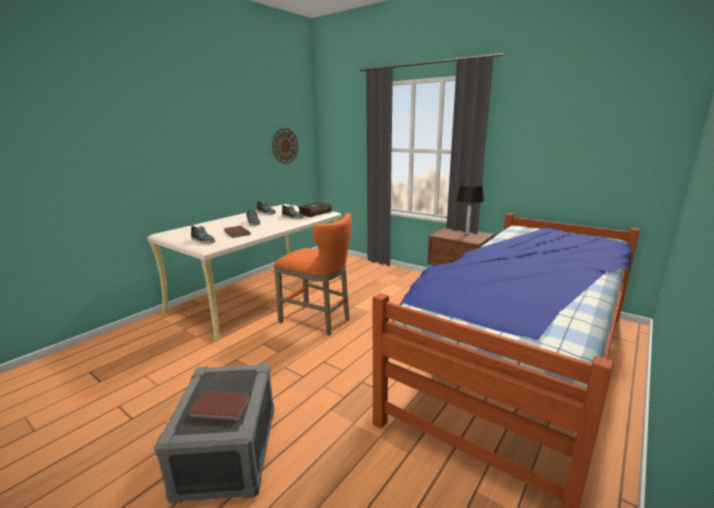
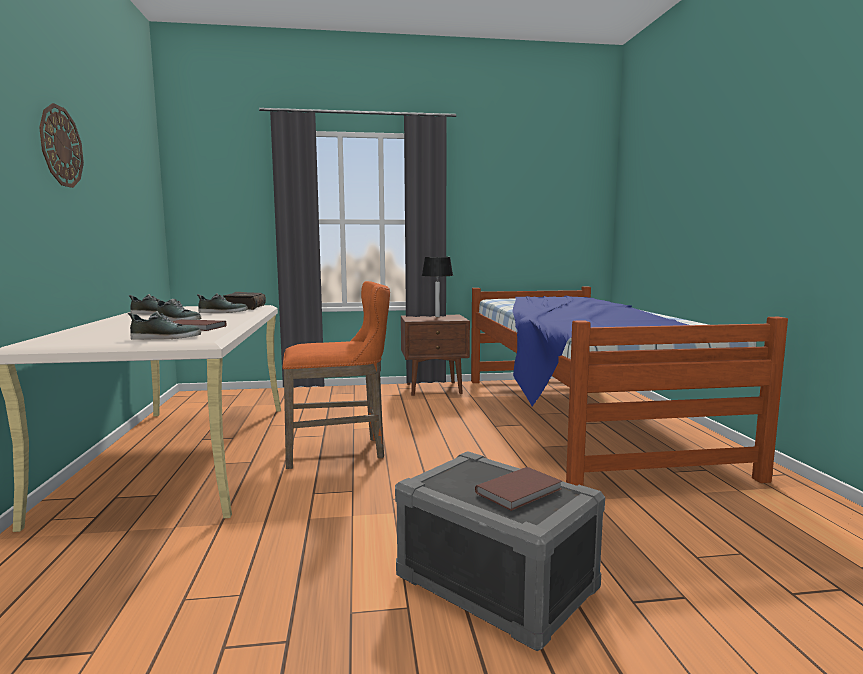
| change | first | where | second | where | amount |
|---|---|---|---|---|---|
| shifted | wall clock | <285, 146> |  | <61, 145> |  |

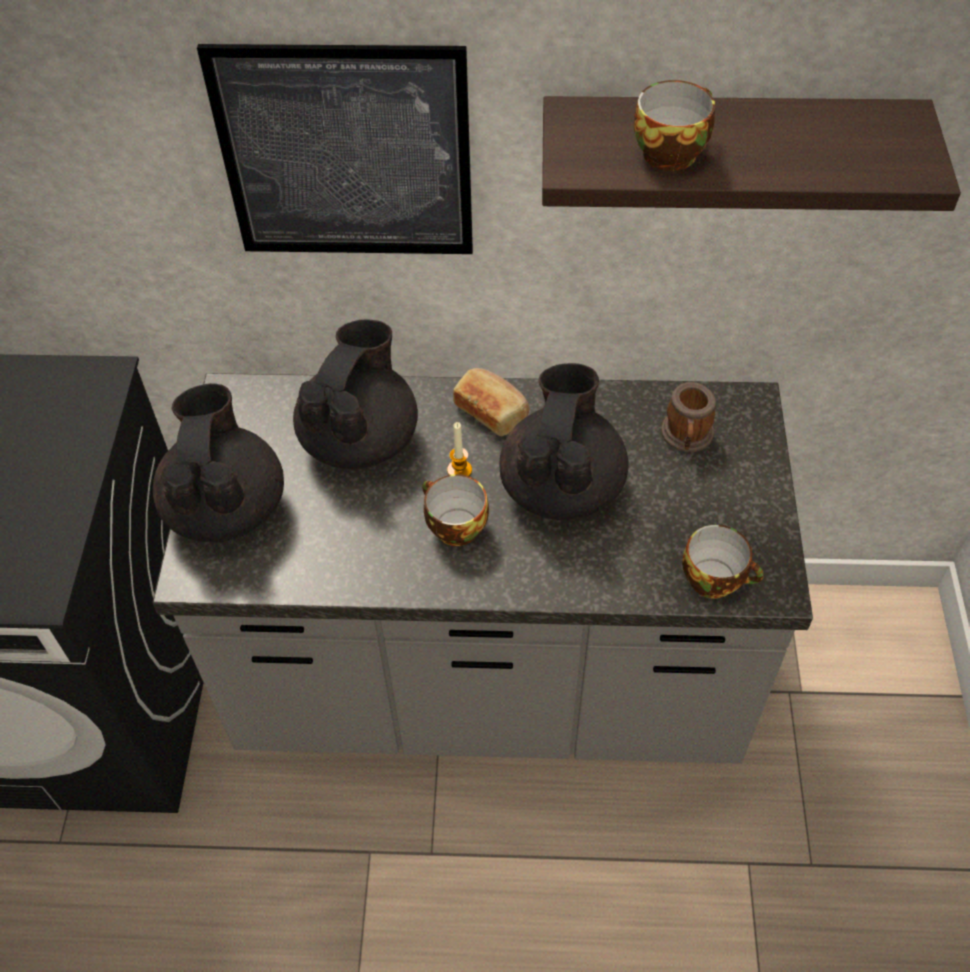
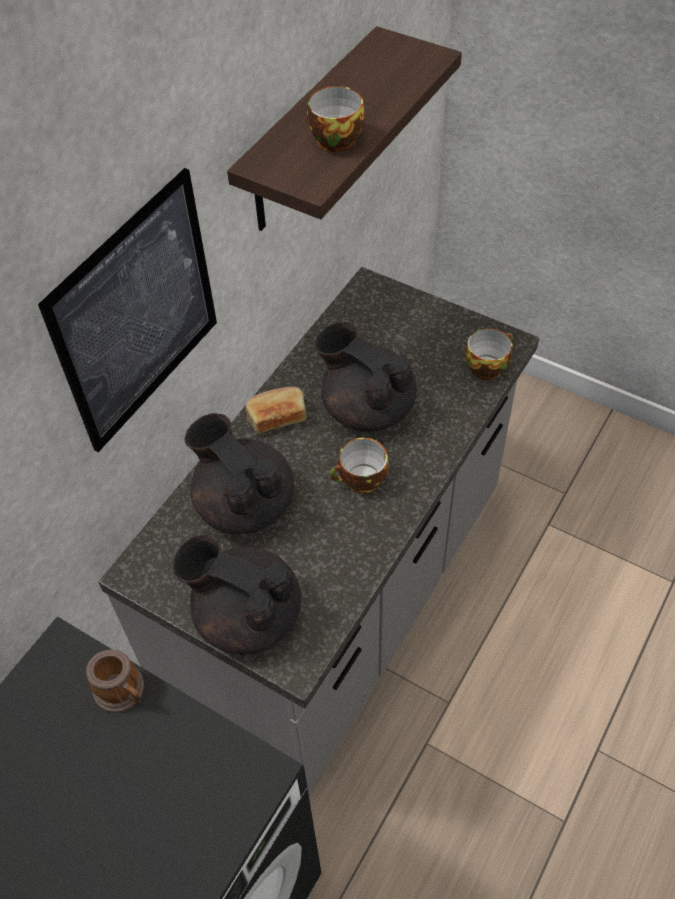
| change | first | where | second | where | amount |
|---|---|---|---|---|---|
| shifted | tea mug | <688, 417> |  | <115, 681> |  |
| gone | wax candle | <459, 449> |  |  |  |

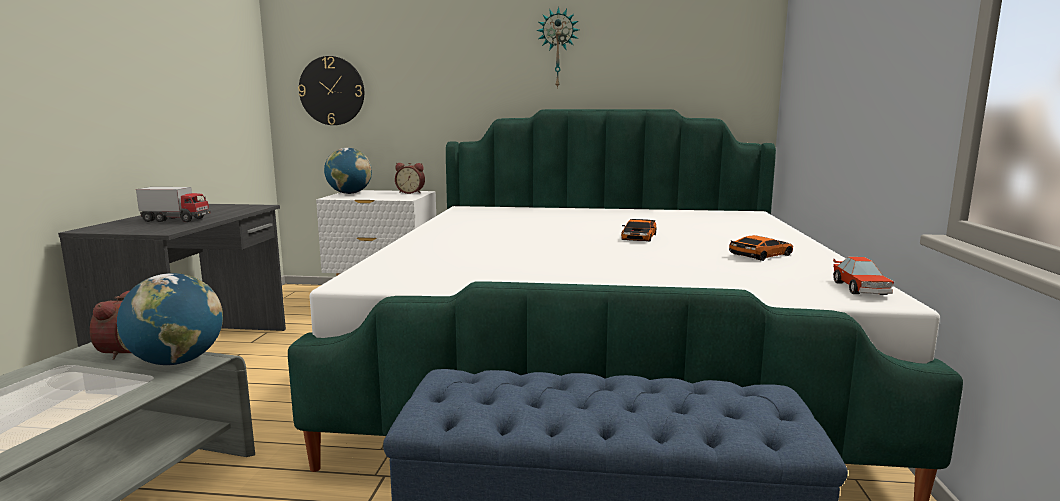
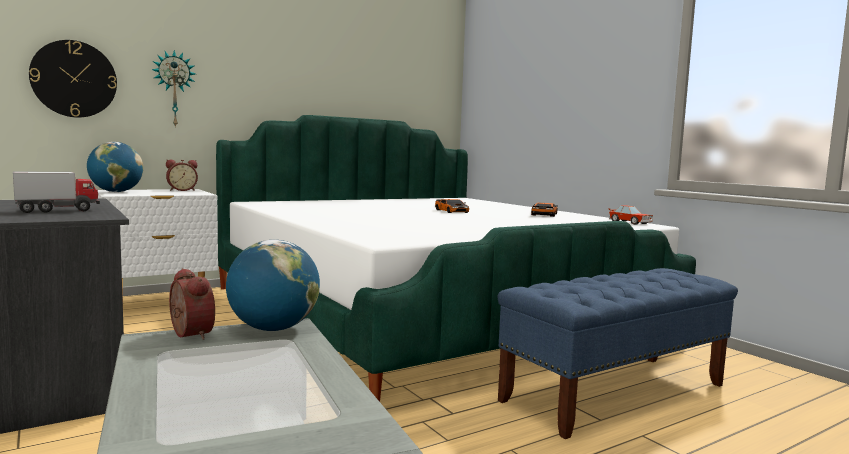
| change | first | where | second | where | amount |
|---|---|---|---|---|---|
| shifted | wall clock | <557, 48> |  | <173, 89> |  |

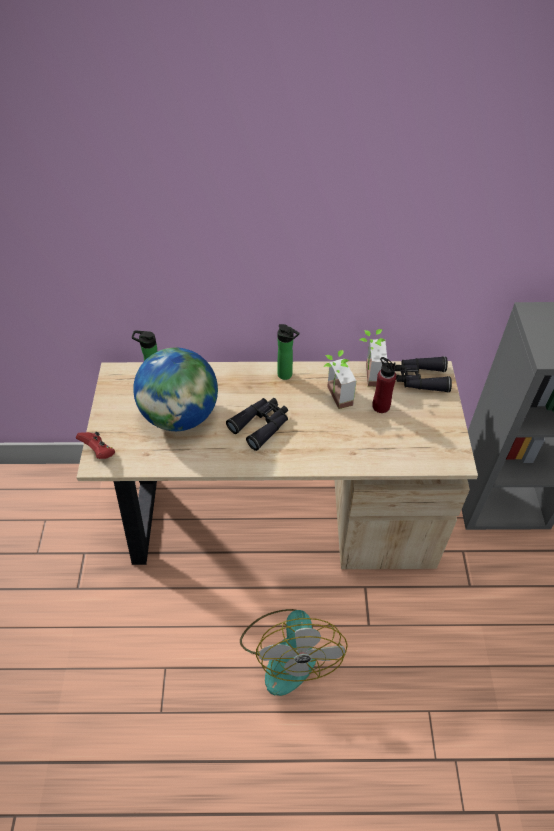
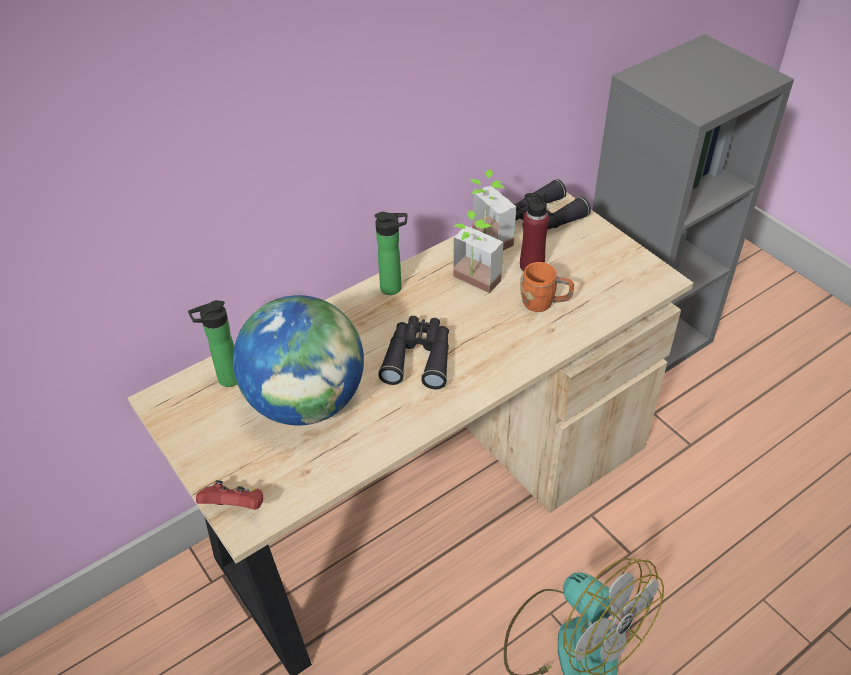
| change | first | where | second | where | amount |
|---|---|---|---|---|---|
| new |  |  | tea mug/orangey | <547, 287> |  |

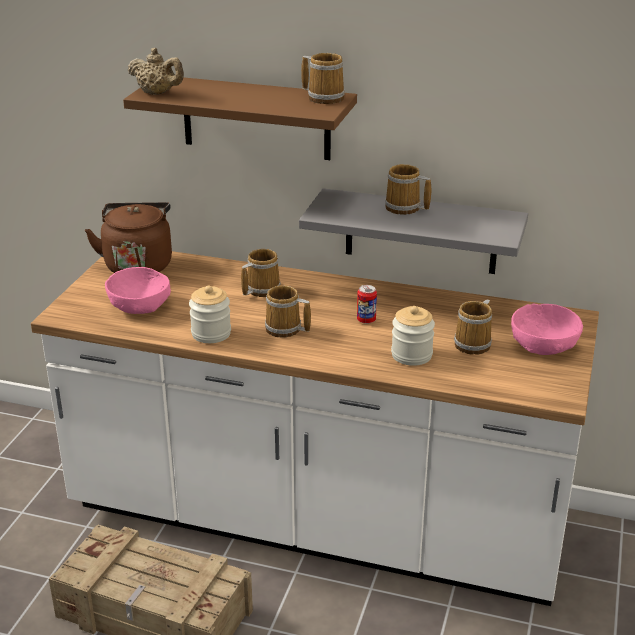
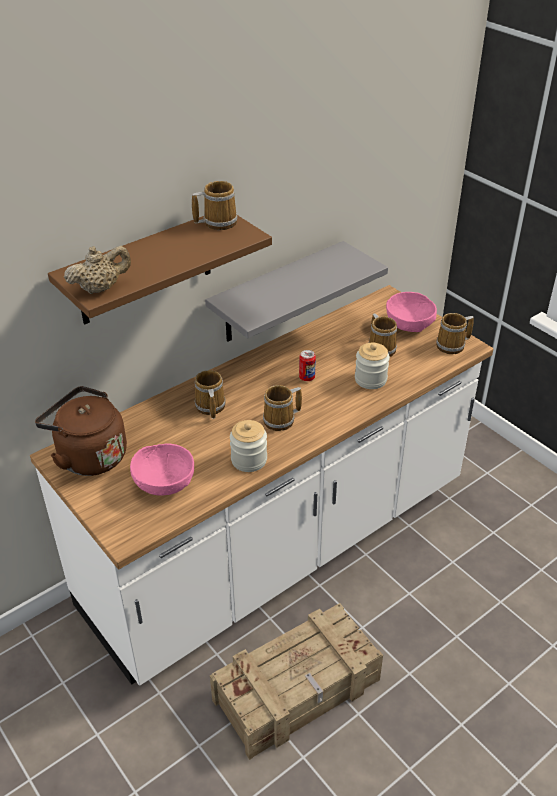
| change | first | where | second | where | amount |
|---|---|---|---|---|---|
| shifted | tea mug | <408, 189> |  | <454, 333> |  |

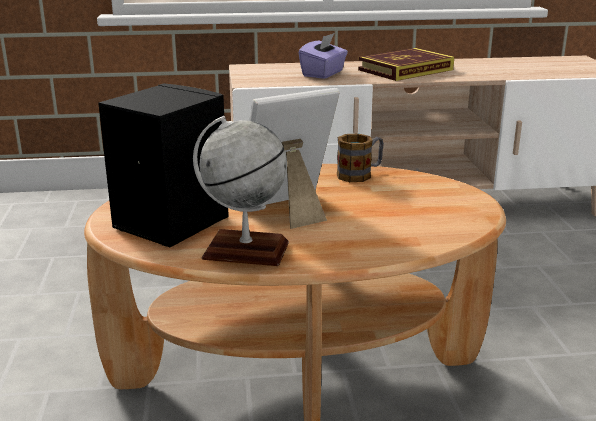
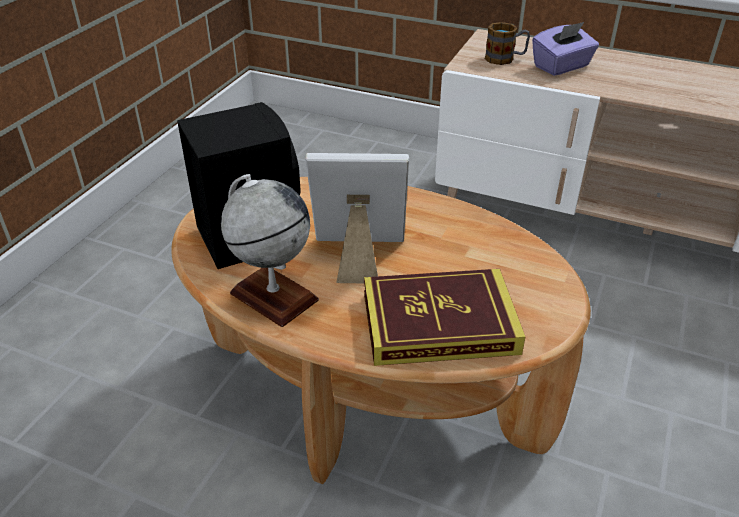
| change | first | where | second | where | amount |
|---|---|---|---|---|---|
| shifted | volume | <406, 64> |  | <445, 317> |  |
| shifted | tea mug | <360, 158> |  | <507, 43> |  |

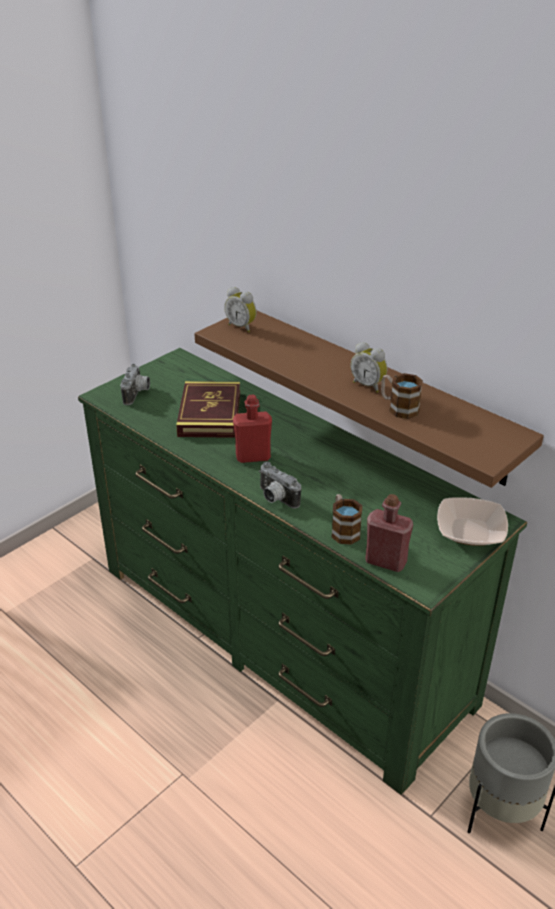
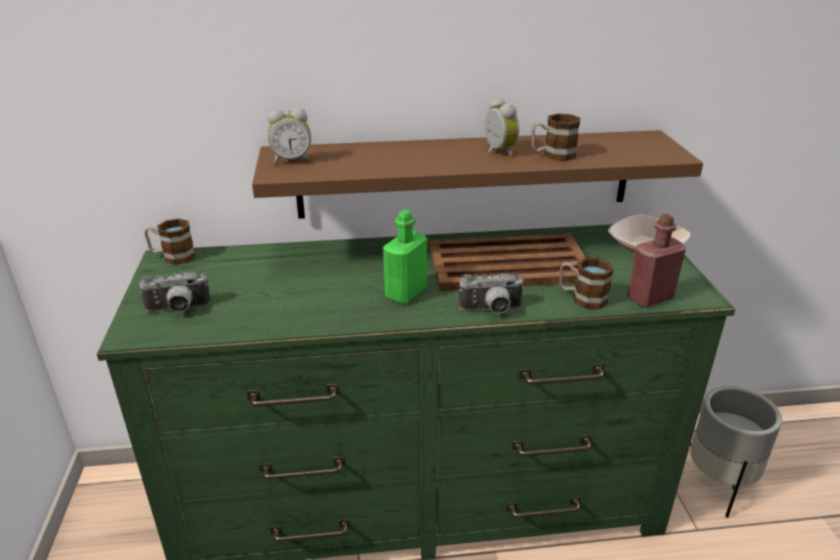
| change | first | where | second | where | amount |
|---|---|---|---|---|---|
| rotated | still camera | <135, 384> |  | <175, 292> | 120 degrees clockwise |
| new |  |  | tea mug | <170, 242> |  |
| repainted | bottle/red | <252, 429> | bottle/green-coloured | <405, 257> |  |
| new |  |  | serving tray/brown | <507, 262> |  |
| rotated | bedside clock | <369, 367> |  | <501, 127> | 105 degrees counterclockwise |
| gone | volume | <208, 409> |  |  |  |

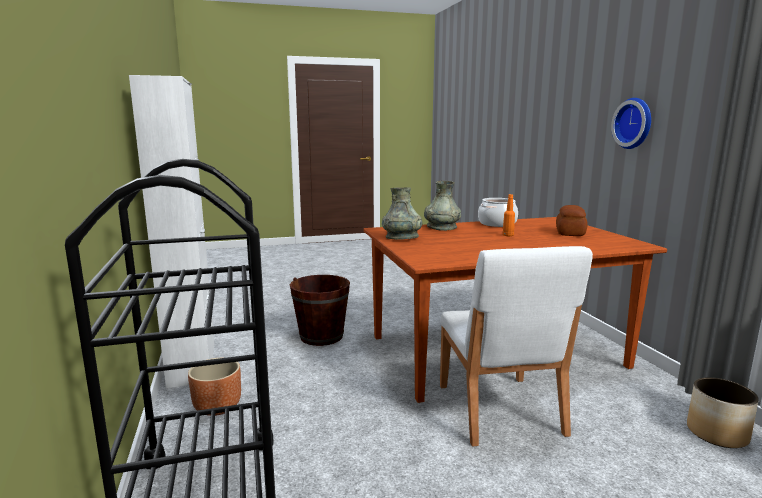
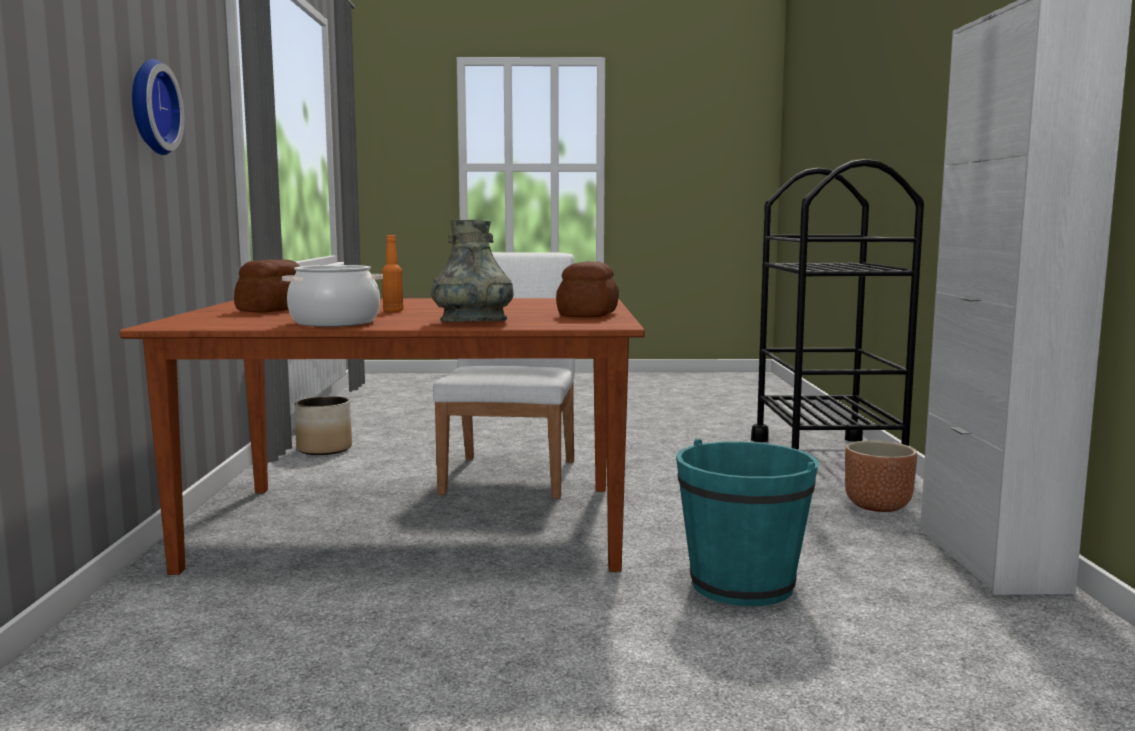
| change | first | where | second | where | amount |
|---|---|---|---|---|---|
| swapped | flower vase/grey | <402, 213> | baked bread | <587, 289> |  |
| repainted | pail/brown | <320, 310> | pail/turquoise | <747, 522> |  |

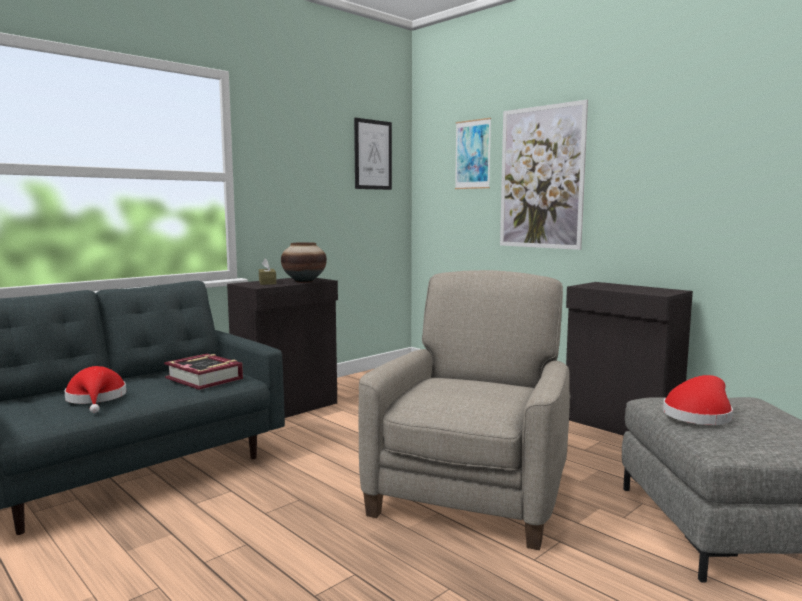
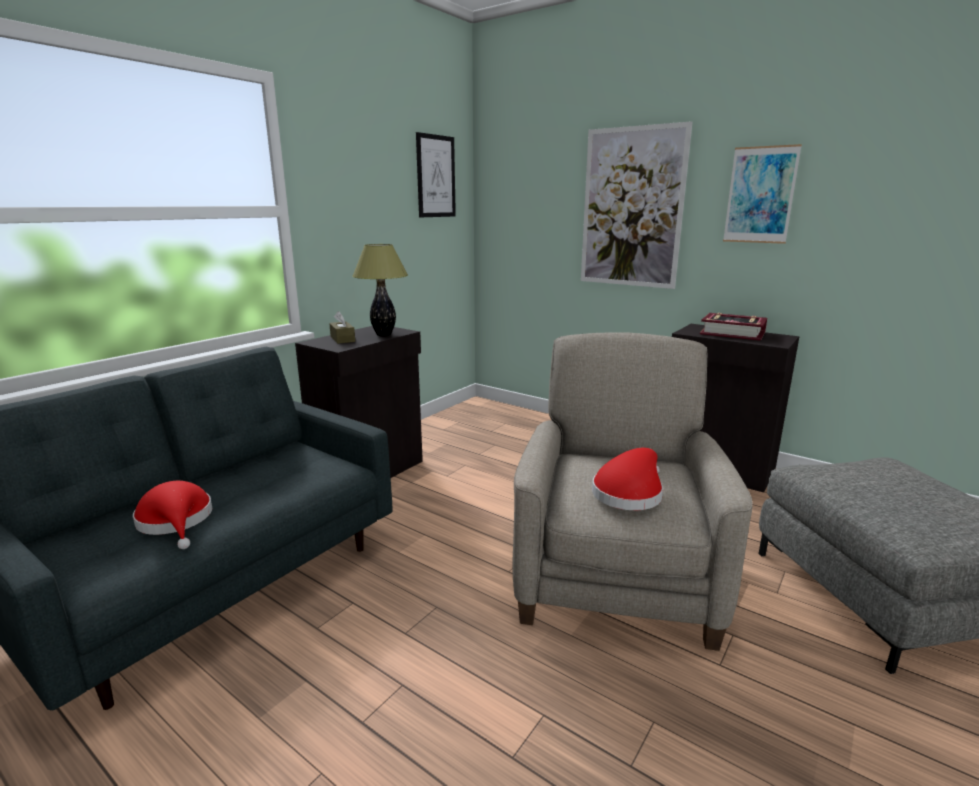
| change | first | where | second | where | amount |
|---|---|---|---|---|---|
| swapped | flower vase | <304, 262> | table lamp | <380, 290> |  |
| shifted | clothing hat/red | <698, 400> |  | <627, 479> |  |
| shifted | volume | <203, 371> |  | <733, 327> |  |
| shifted | wall picture | <473, 153> |  | <762, 194> |  |

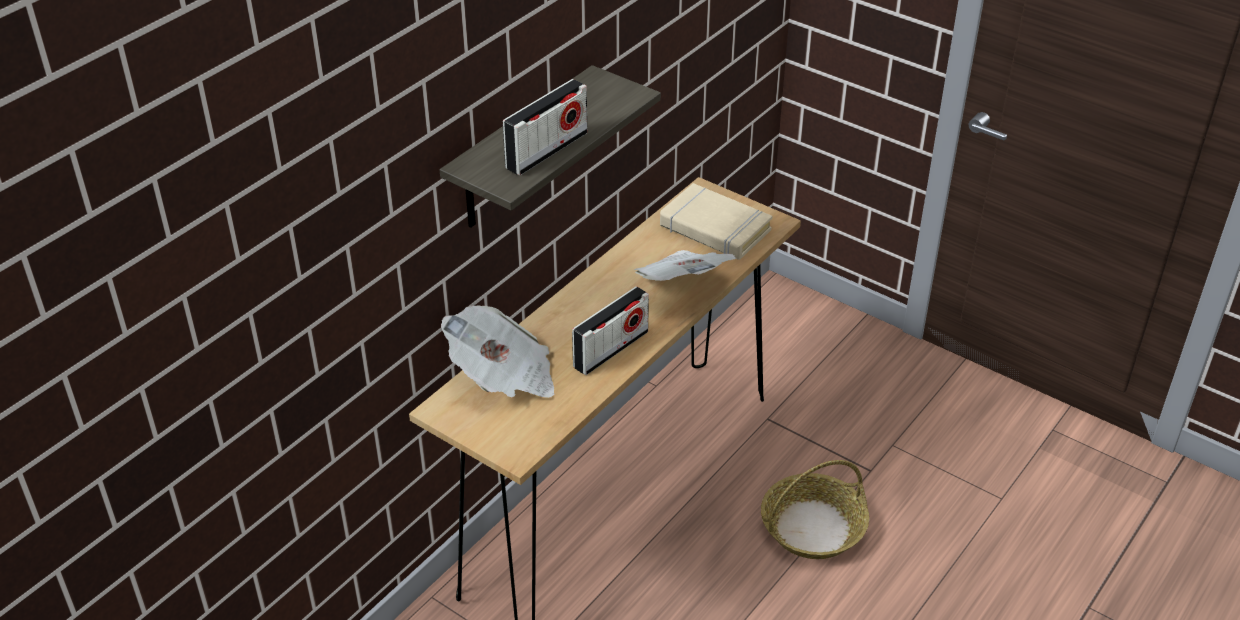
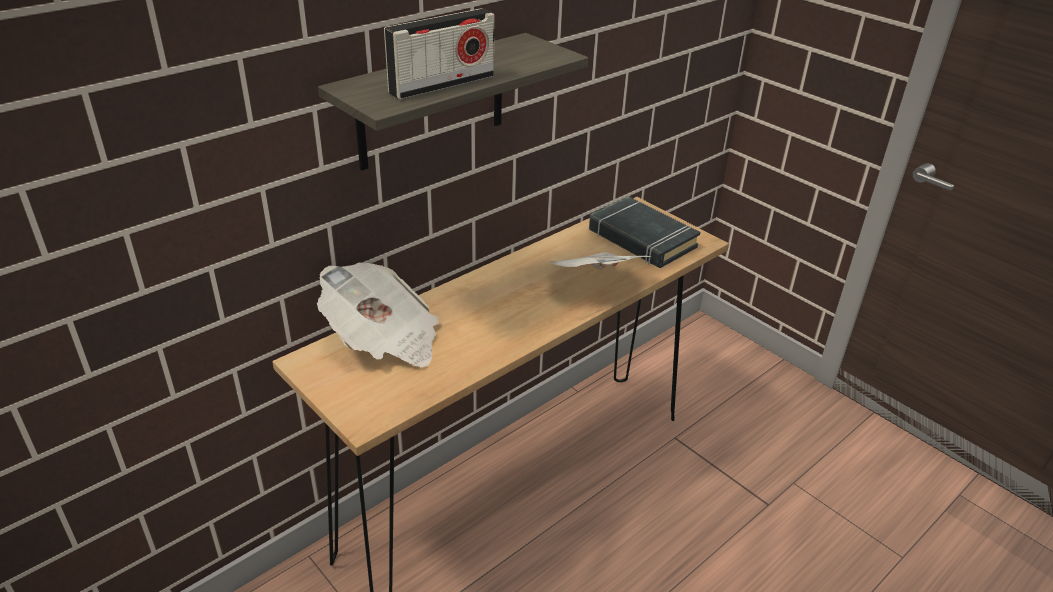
| change | first | where | second | where | amount |
|---|---|---|---|---|---|
| repainted | volume/beige-coloured | <716, 221> | volume/blackish | <644, 232> |  |
| gone | radio | <610, 330> |  |  |  |
| gone | basket | <815, 509> |  |  |  |

